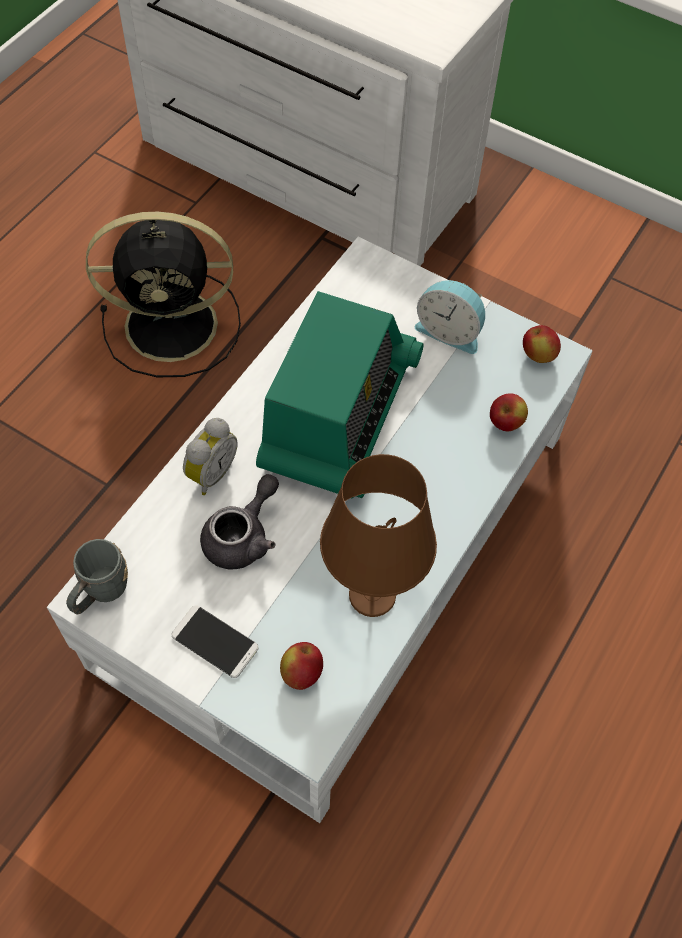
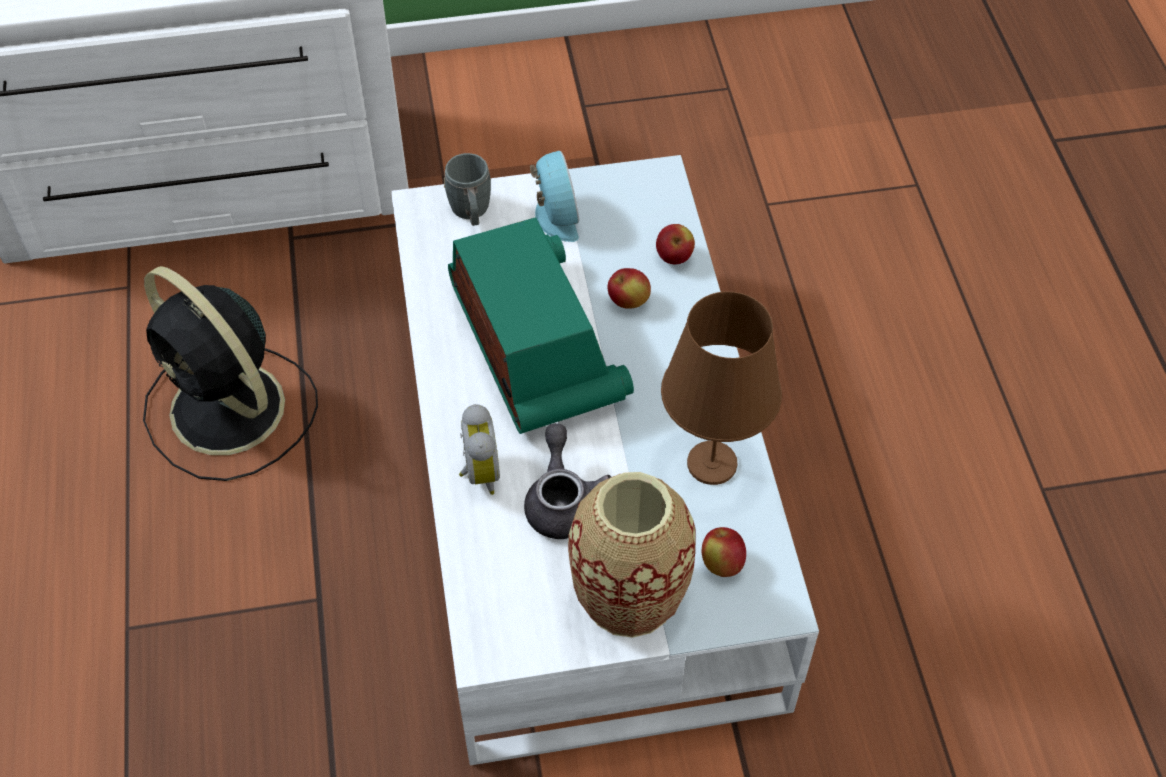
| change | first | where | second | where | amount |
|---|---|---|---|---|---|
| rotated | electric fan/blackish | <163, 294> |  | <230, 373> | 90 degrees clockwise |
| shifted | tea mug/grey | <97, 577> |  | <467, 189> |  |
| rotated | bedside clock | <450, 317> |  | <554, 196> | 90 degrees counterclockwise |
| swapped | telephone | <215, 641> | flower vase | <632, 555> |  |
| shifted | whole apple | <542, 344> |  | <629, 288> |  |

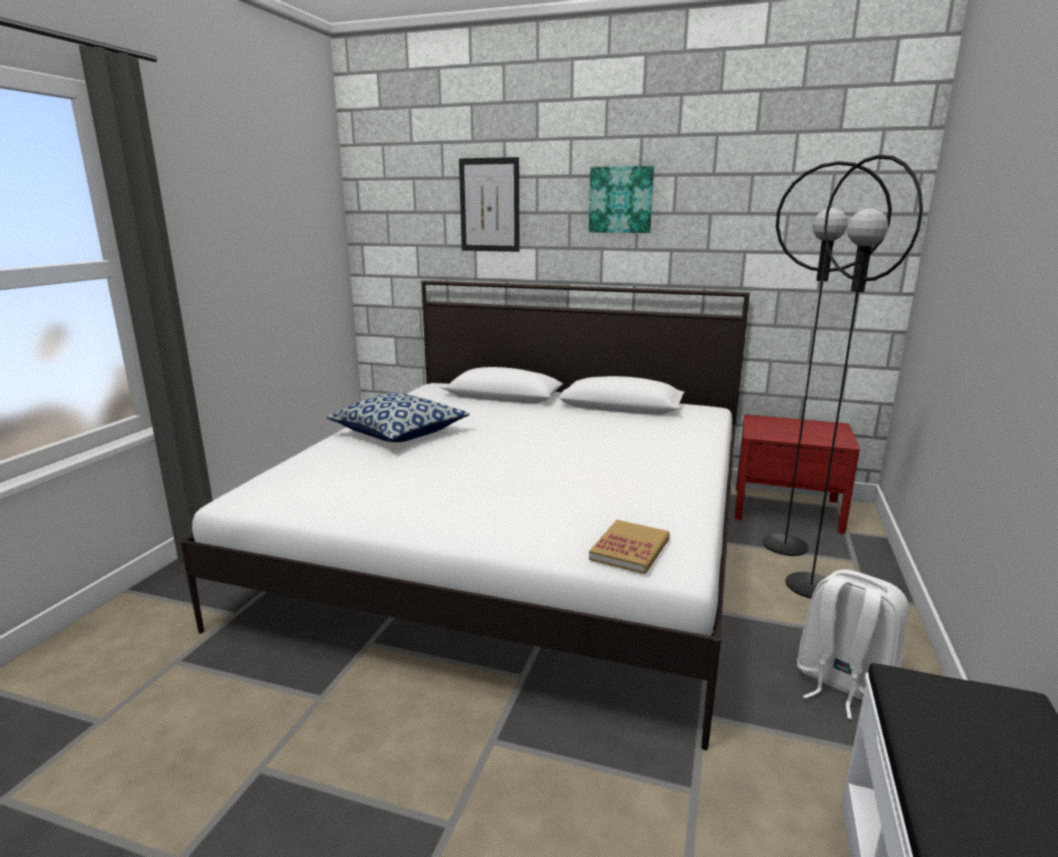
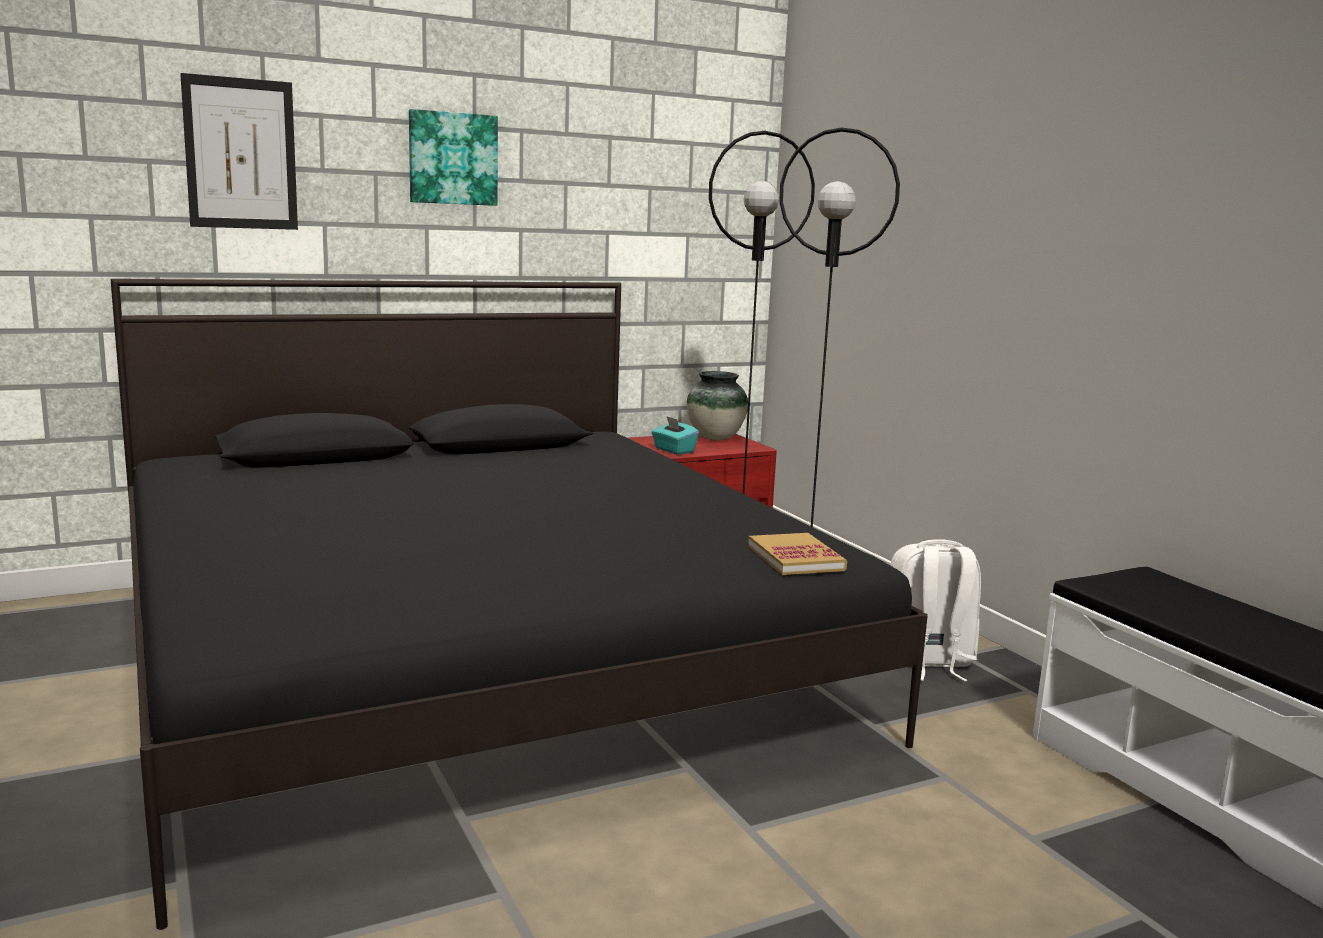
| change | first | where | second | where | amount |
|---|---|---|---|---|---|
| repainted | bedroom bed/whitish | <465, 515> | bedroom bed/blackish | <519, 604> |  |
| new |  |  | tissue holder/turquoise | <675, 435> |  |
| new |  |  | flower vase | <717, 405> |  |
| gone | pillow | <398, 417> |  |  |  |

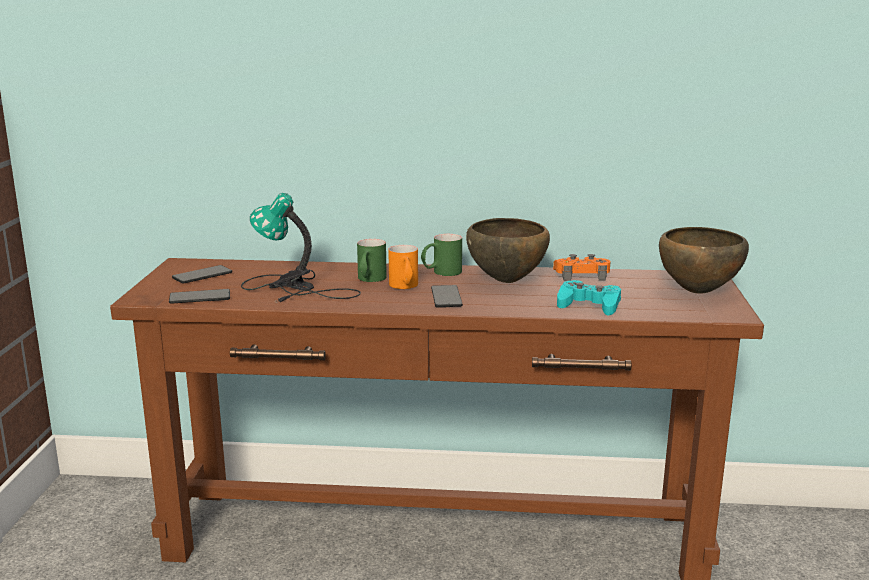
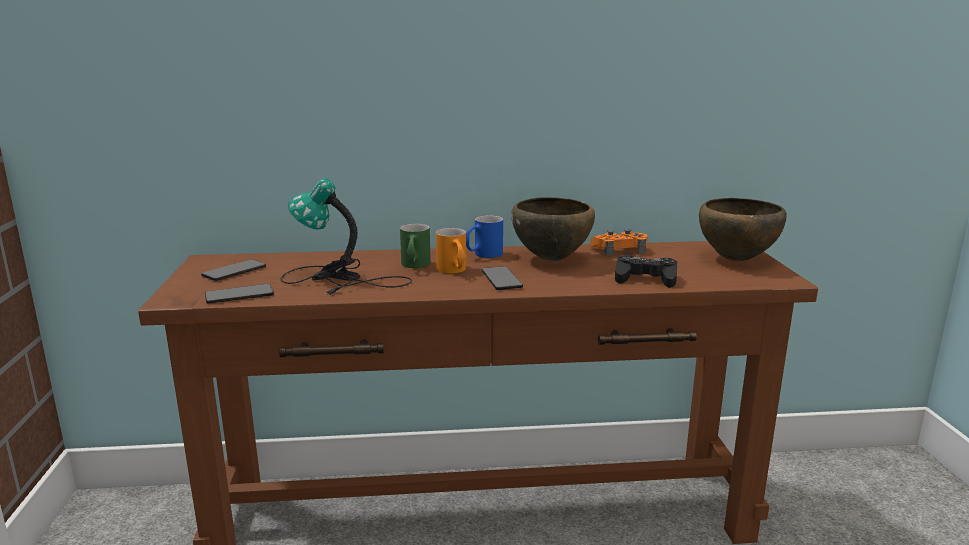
| change | first | where | second | where | amount |
|---|---|---|---|---|---|
| repainted | tea mug/green-coloured | <441, 255> | tea mug/blue | <484, 237> |  |
| repainted | gamepad/turquoise | <589, 298> | gamepad/blackish | <646, 271> |  |

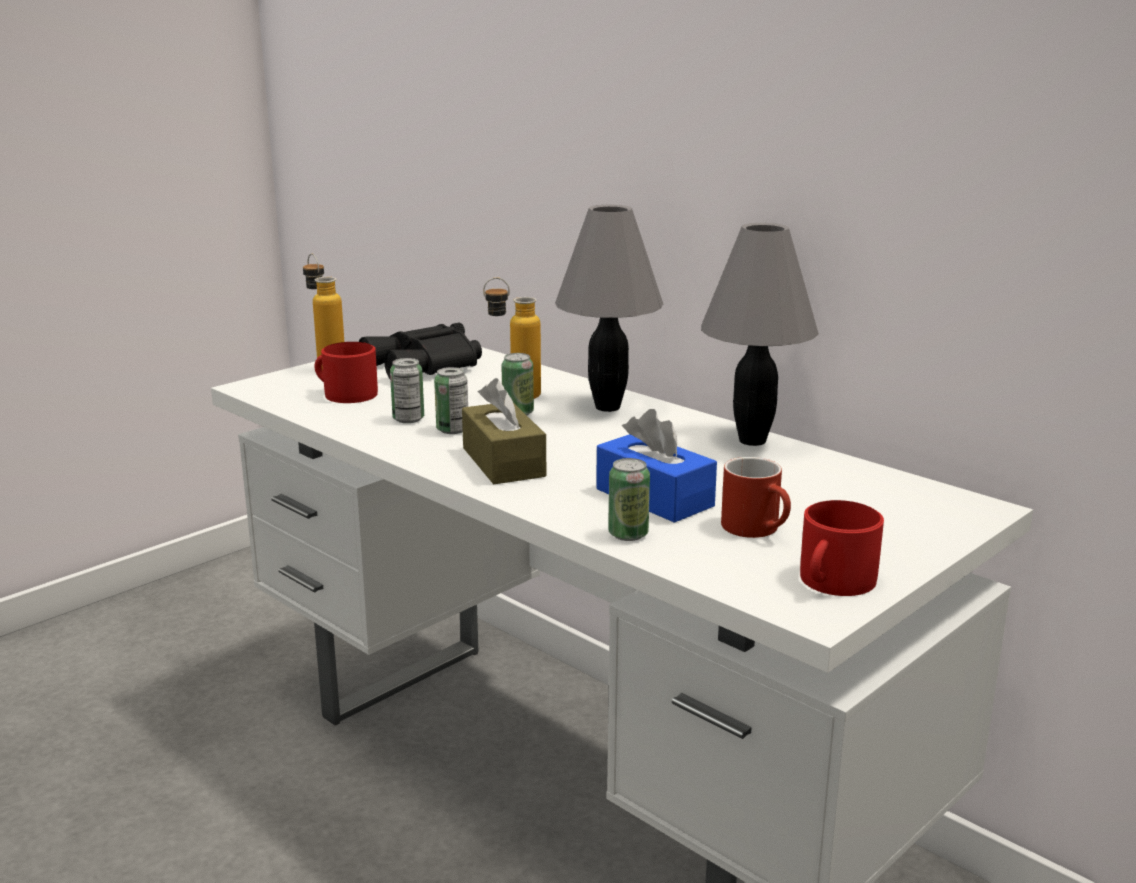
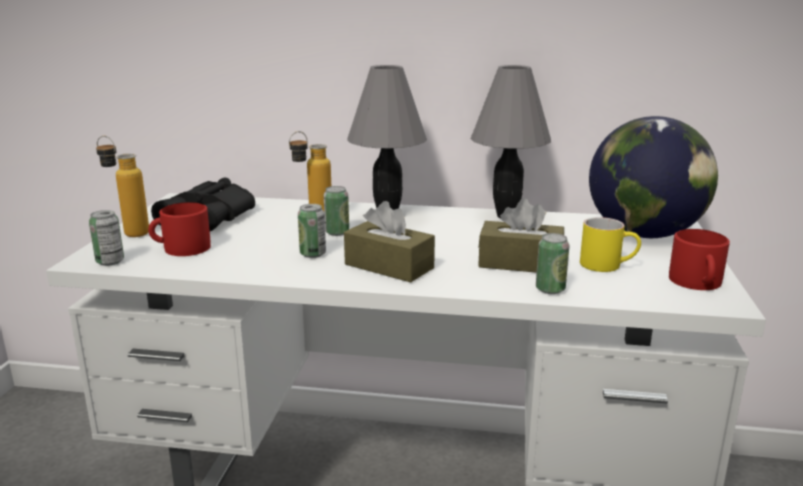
| change | first | where | second | where | amount |
|---|---|---|---|---|---|
| shifted | metal can | <407, 390> |  | <106, 238> |  |
| repainted | tissue holder/blue | <656, 466> | tissue holder/brown | <521, 235> |  |
| repainted | tea mug/red | <756, 497> | tea mug/yellowish | <610, 244> |  |
| new |  |  | desk globe | <653, 177> |  |

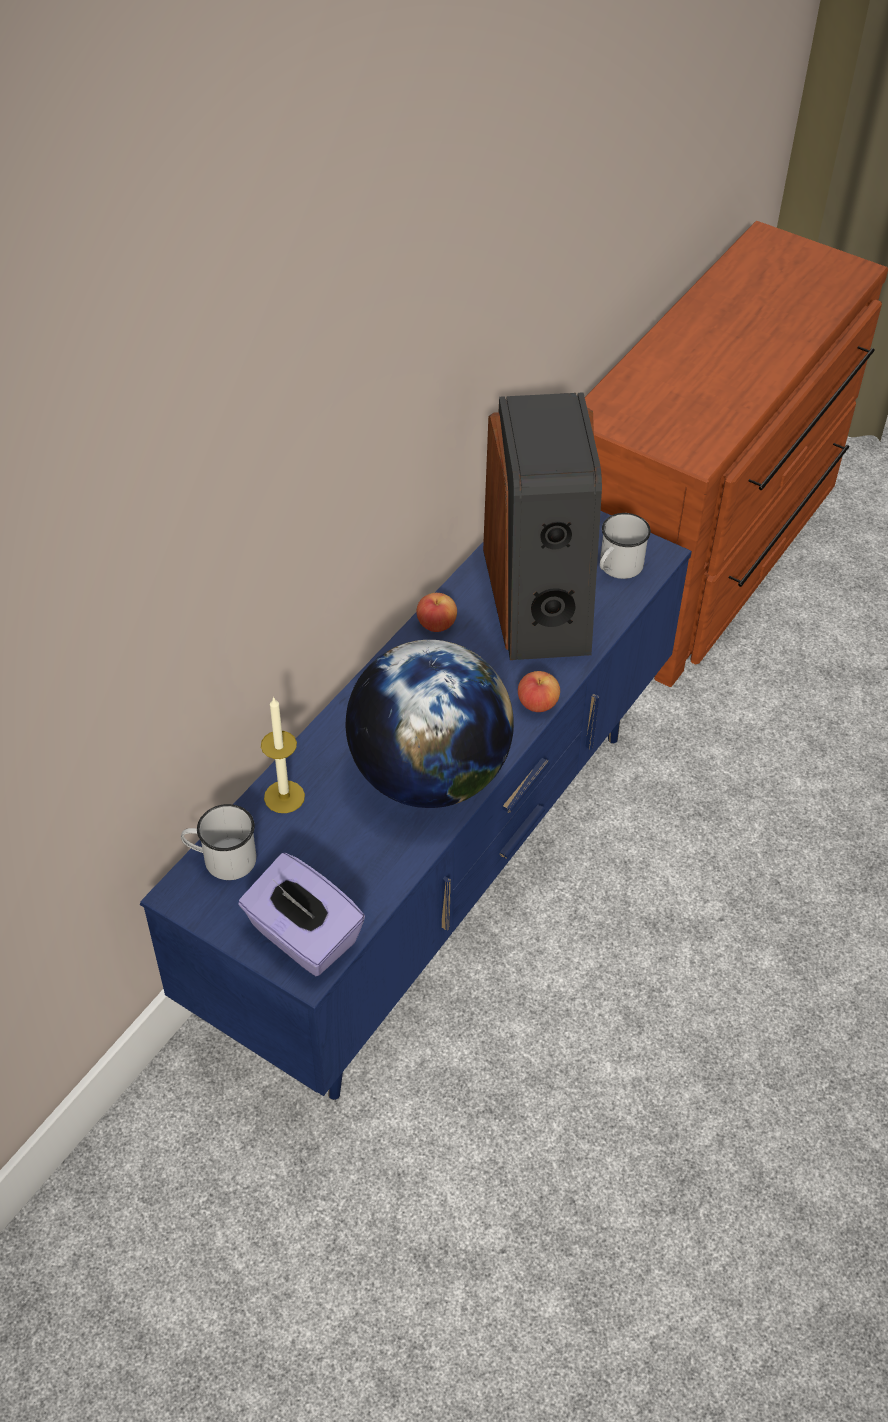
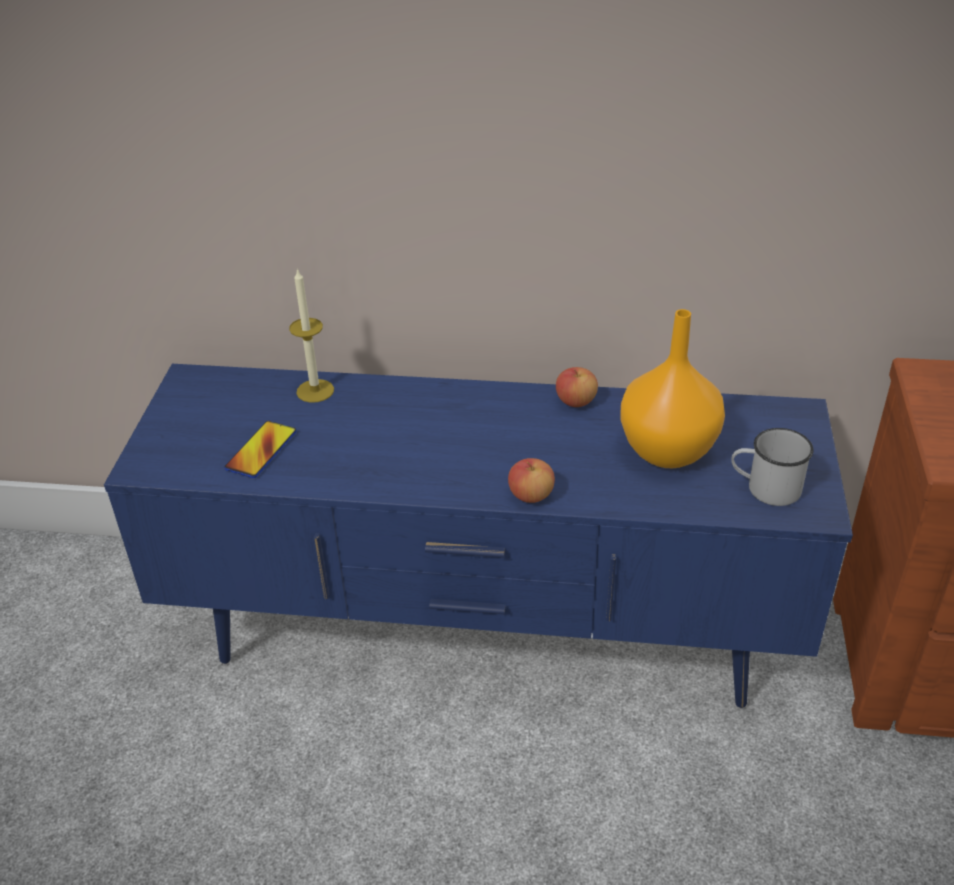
| change | first | where | second | where | amount |
|---|---|---|---|---|---|
| new |  |  | telephone | <260, 449> |  |
| swapped | audio speaker | <542, 526> | flower vase/orangey | <673, 388> |  |
| gone | tea mug/whitish | <218, 842> |  |  |  |
| gone | tissue holder/purple-coloured | <301, 914> |  |  |  |
| gone | desk globe | <429, 724> |  |  |  |

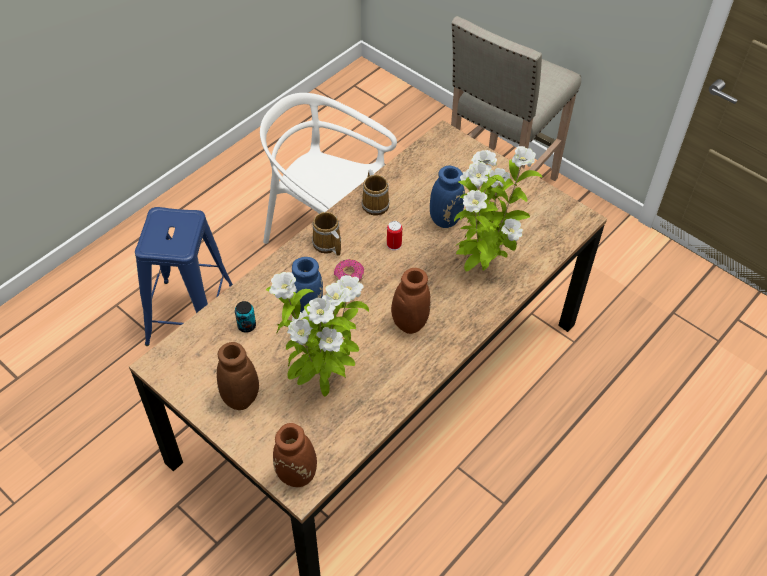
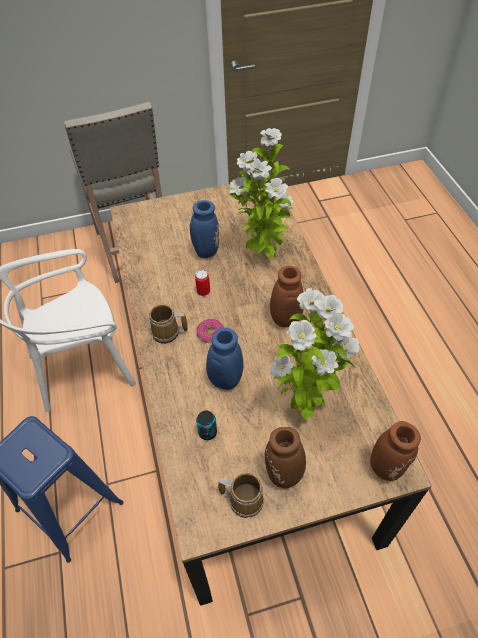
| change | first | where | second | where | amount |
|---|---|---|---|---|---|
| shifted | tea mug | <376, 192> |  | <241, 495> |  |

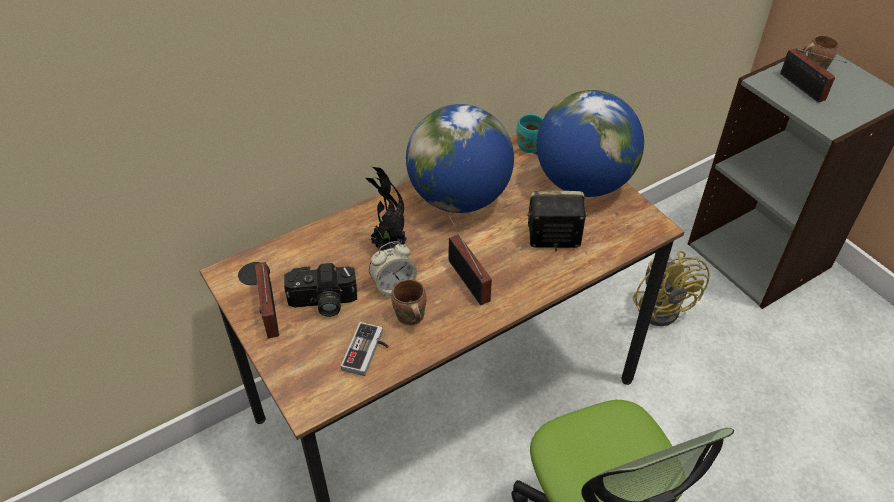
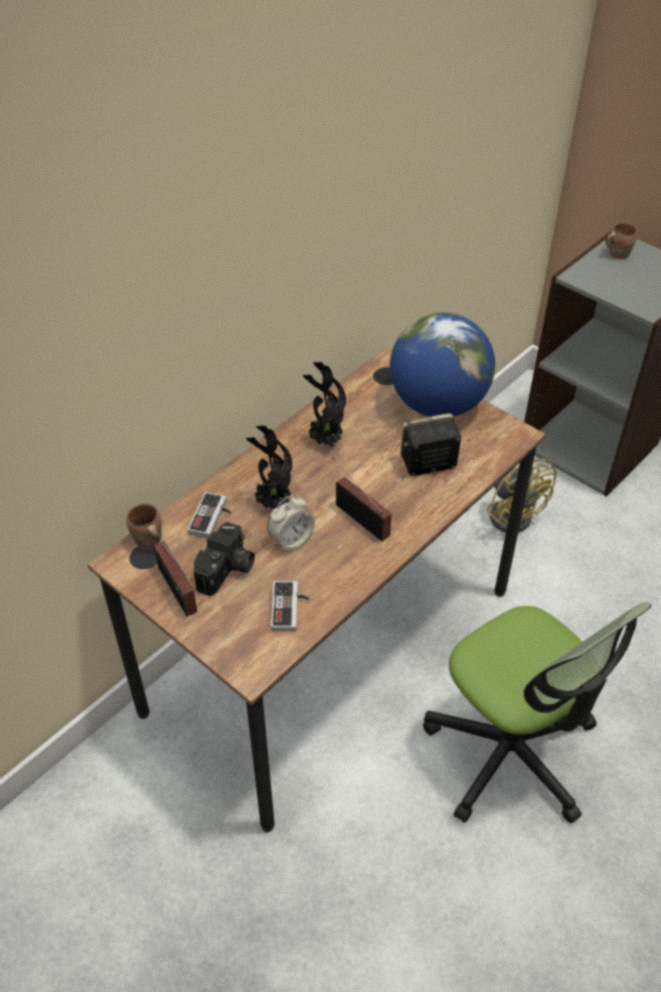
| change | first | where | second | where | amount |
|---|---|---|---|---|---|
| shifted | tea mug/brown | <408, 302> |  | <144, 526> |  |
| new |  |  | gamepad | <210, 515> |  |
| rotated | still camera | <320, 290> |  | <224, 559> | 45 degrees counterclockwise |
| swapped | desk globe | <460, 158> | houseplant | <324, 404> |  |
| gone | tea mug/turquoise | <529, 133> |  |  |  |
| gone | radio | <813, 75> |  |  |  |

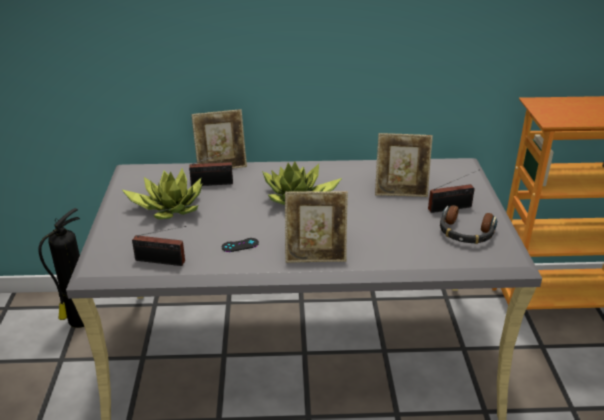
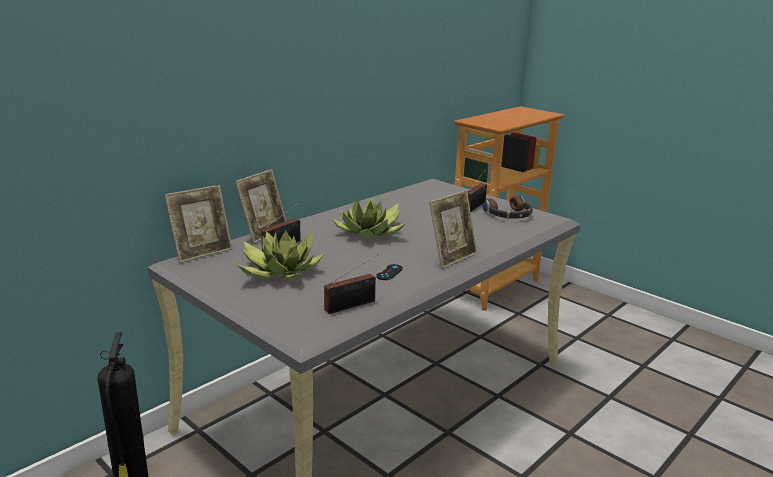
| change | first | where | second | where | amount |
|---|---|---|---|---|---|
| shifted | standing frame | <404, 165> |  | <199, 224> |  |

